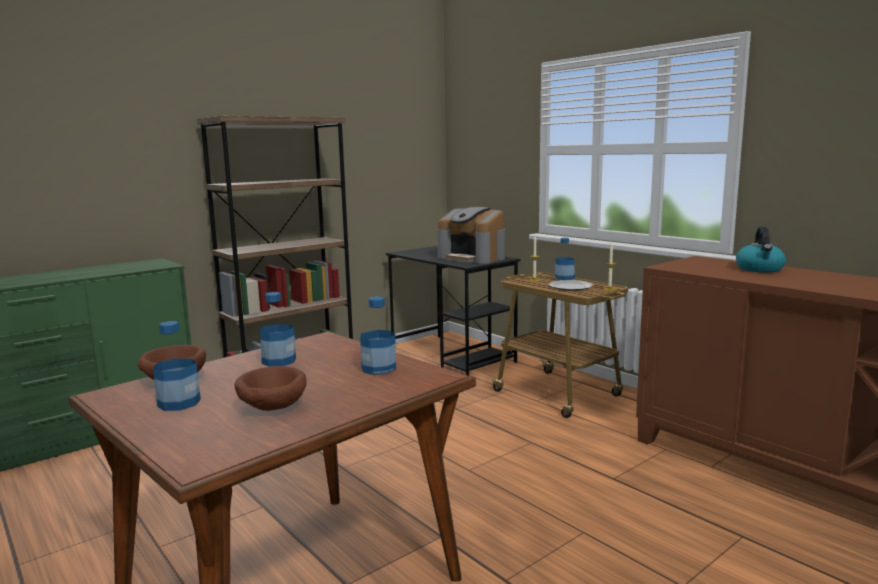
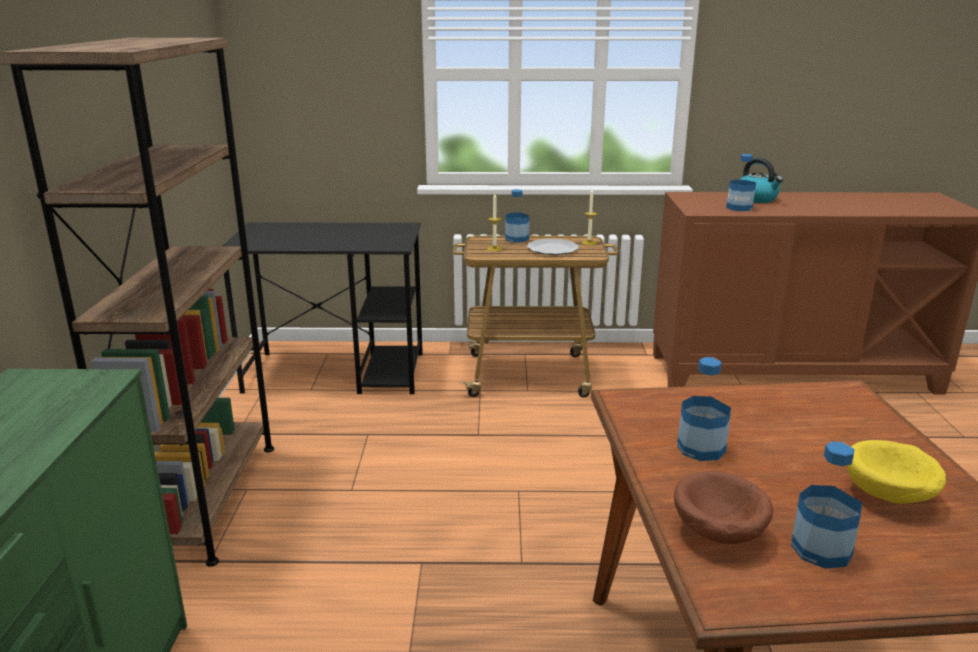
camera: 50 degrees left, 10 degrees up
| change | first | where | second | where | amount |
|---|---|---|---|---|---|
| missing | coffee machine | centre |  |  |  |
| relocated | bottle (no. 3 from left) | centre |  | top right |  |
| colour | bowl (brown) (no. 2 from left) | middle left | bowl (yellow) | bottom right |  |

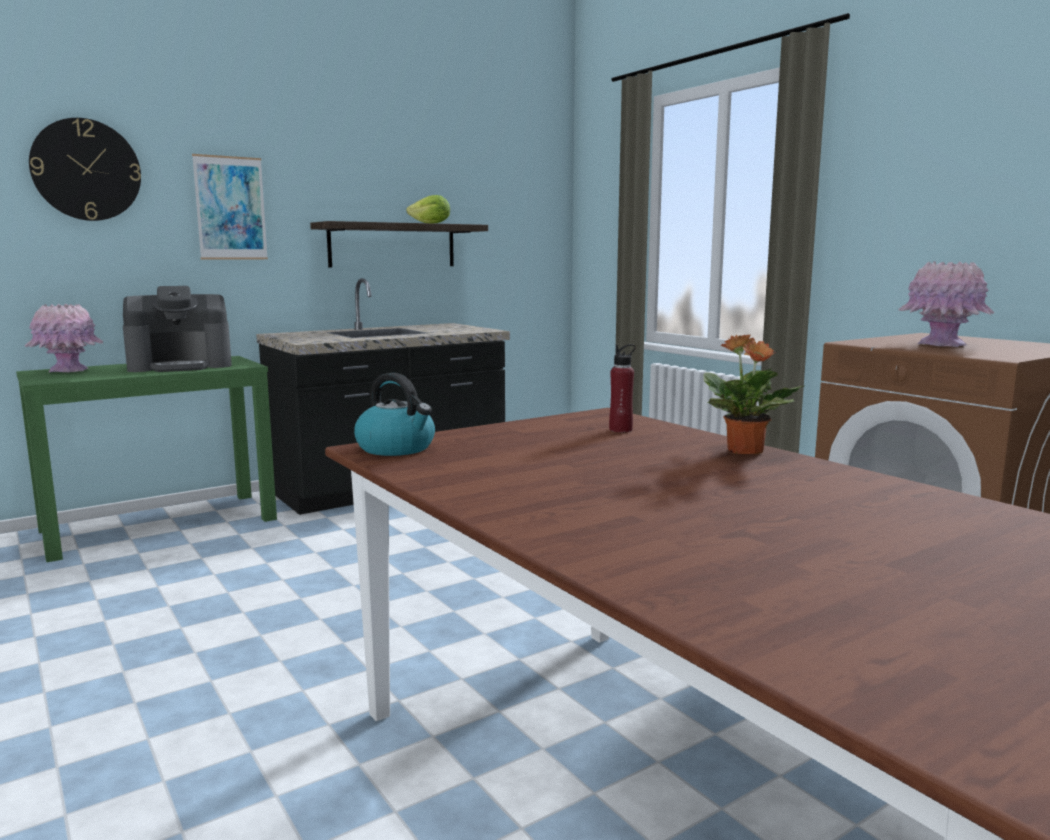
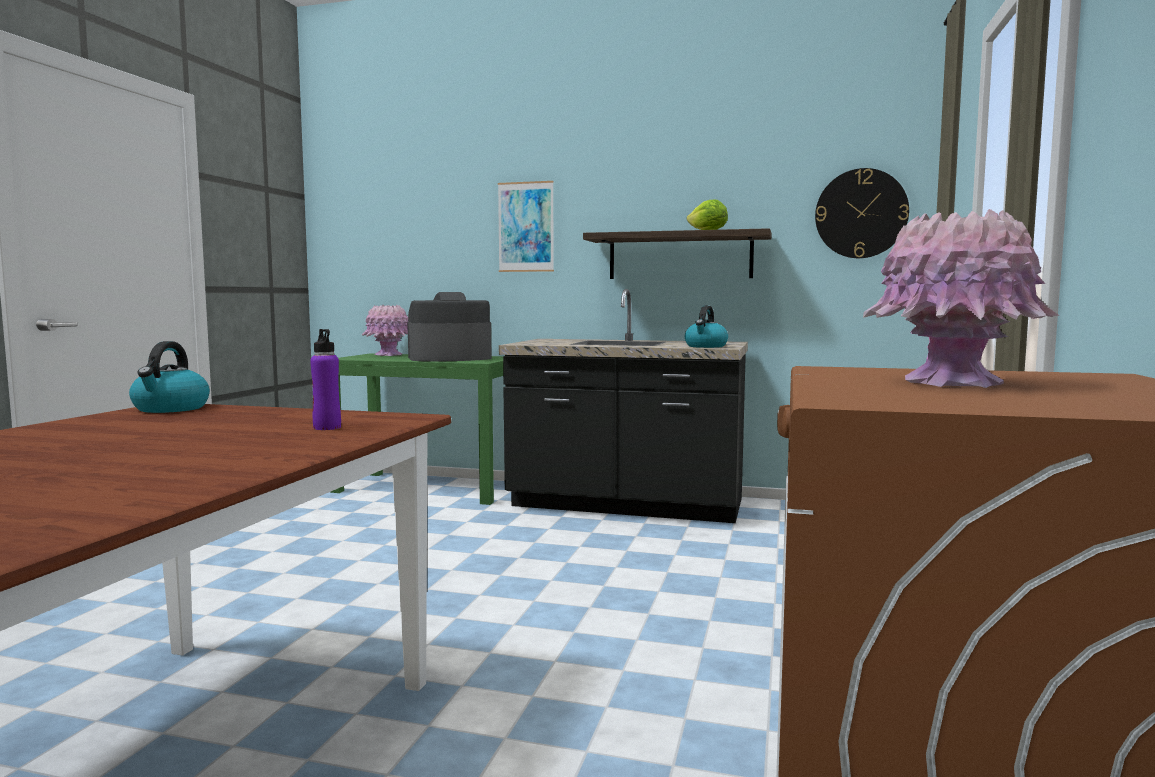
camera: 50 degrees right, 5 degrees down
| change | first | where | second | where | amount |
|---|---|---|---|---|---|
| relocated | wall clock | top left |  | top right |  |
| spun | coffee machine | middle left |  | centre | 135 degrees clockwise |
| missing | potted plant | middle right |  |  |  |
| colour | bottle (red) | centre | bottle (purple) | middle left |  |
| appeared |  |  | kettle (no. 2 from left) | centre |  |

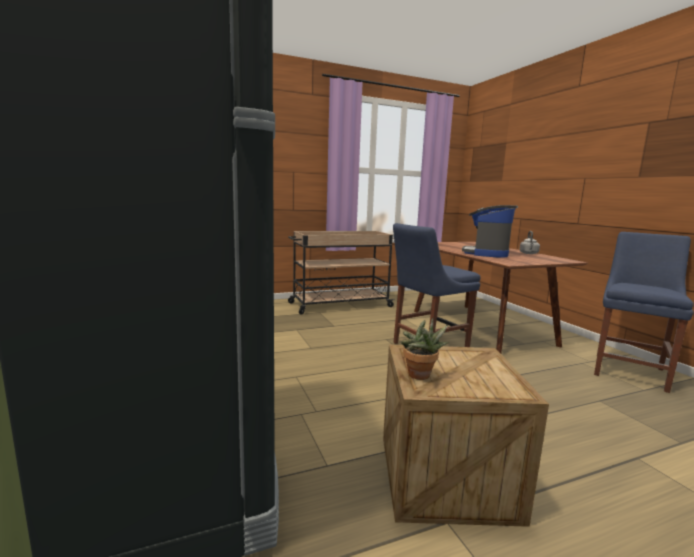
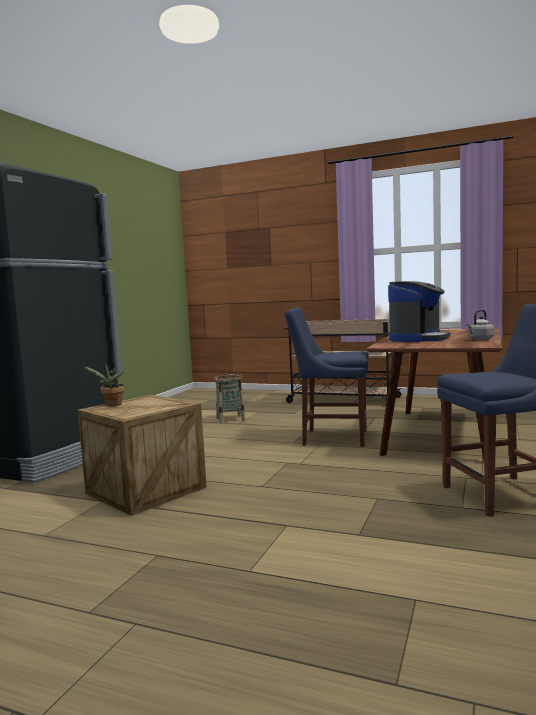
camera: 45 degrees right, 5 degrees down
| change | first | where | second | where | amount |
|---|---|---|---|---|---|
| spun | coffee machine | middle right |  | middle right | 150 degrees clockwise |
| appeared |  |  | basket | centre |  |

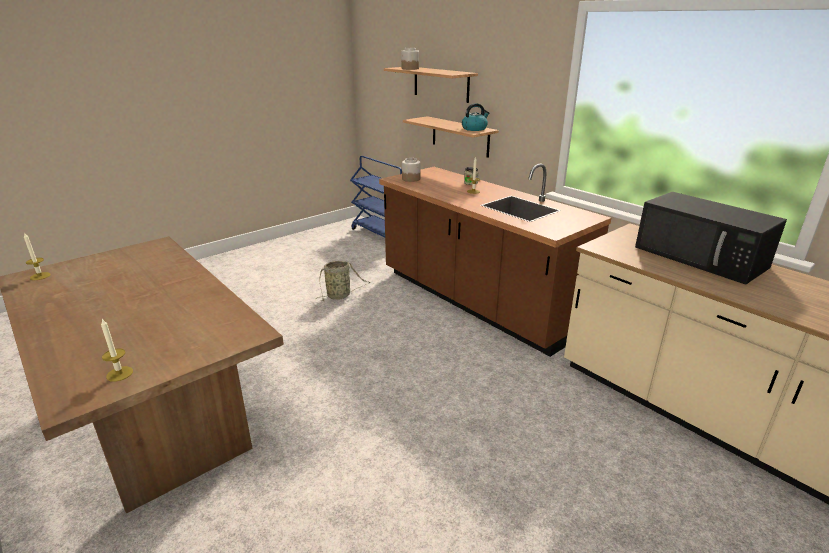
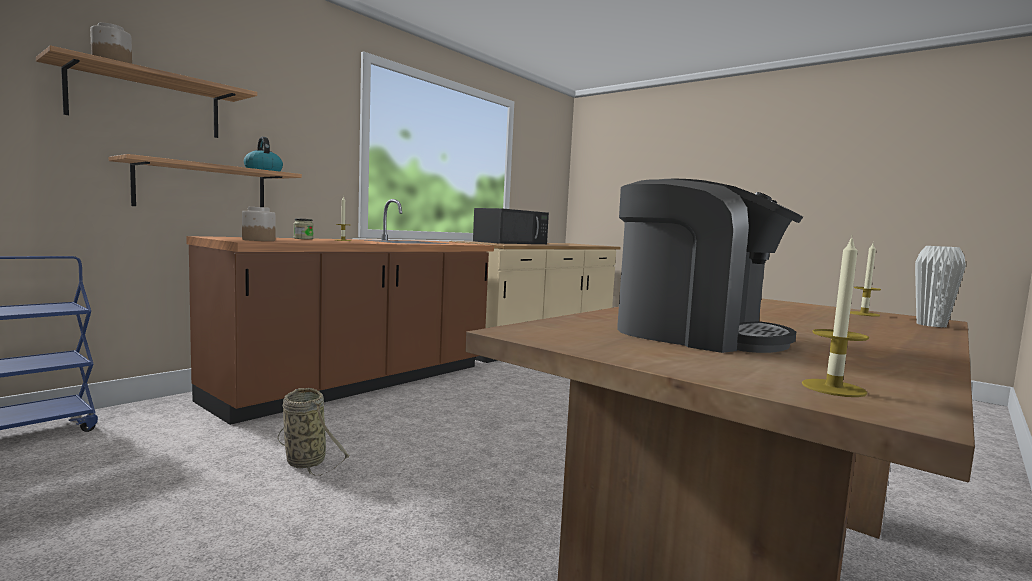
camera: 100 degrees left, 20 degrees down
| change | first | where | second | where | amount |
|---|---|---|---|---|---|
| appeared |  |  | coffee machine | middle right |  |
| appeared |  |  | vase (white) | middle right |  |

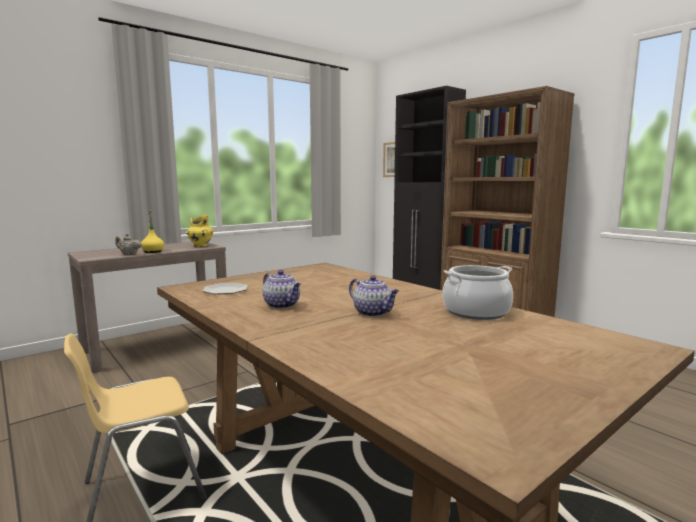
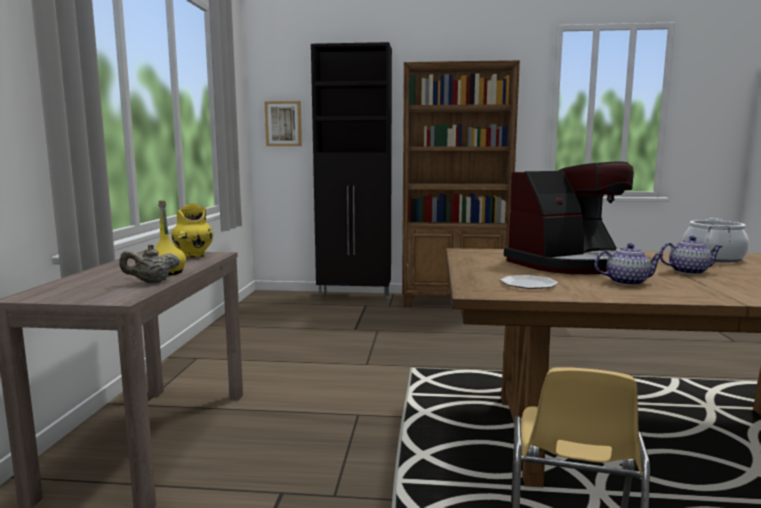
camera: 45 degrees left, 0 degrees up
| change | first | where | second | where | amount |
|---|---|---|---|---|---|
| appeared |  |  | coffee machine | middle right |  |

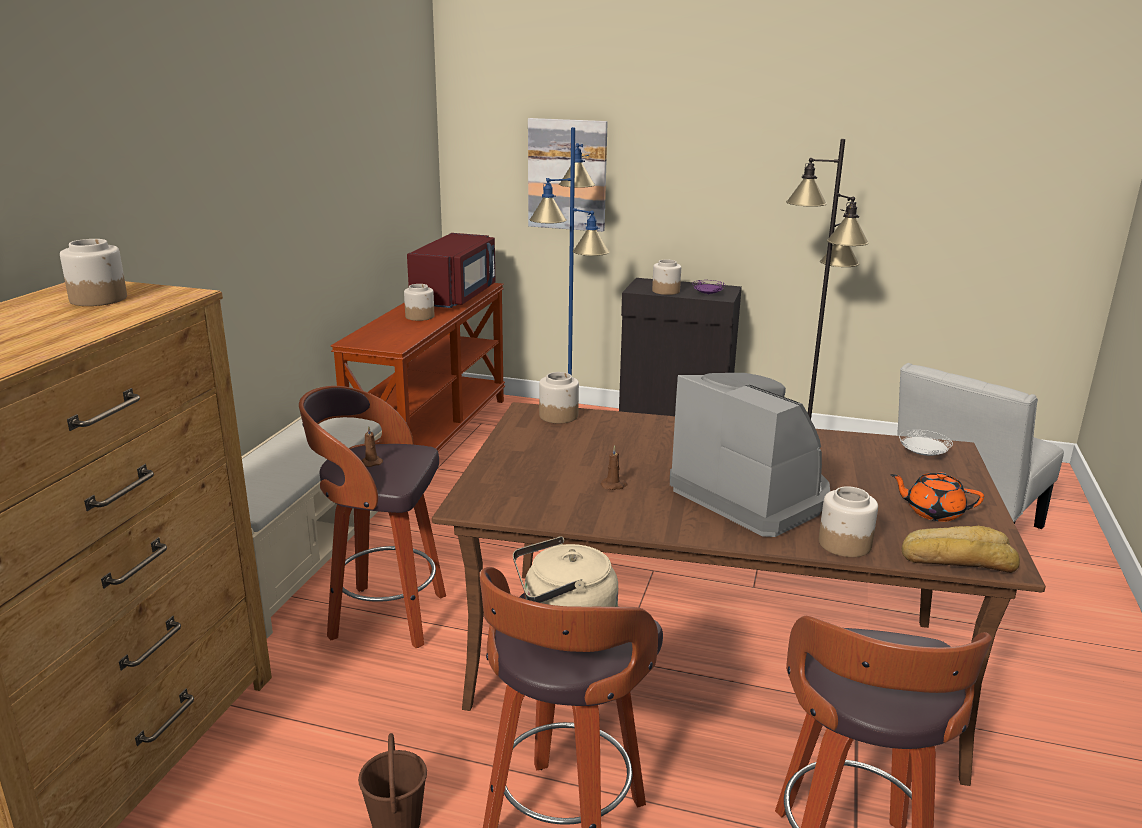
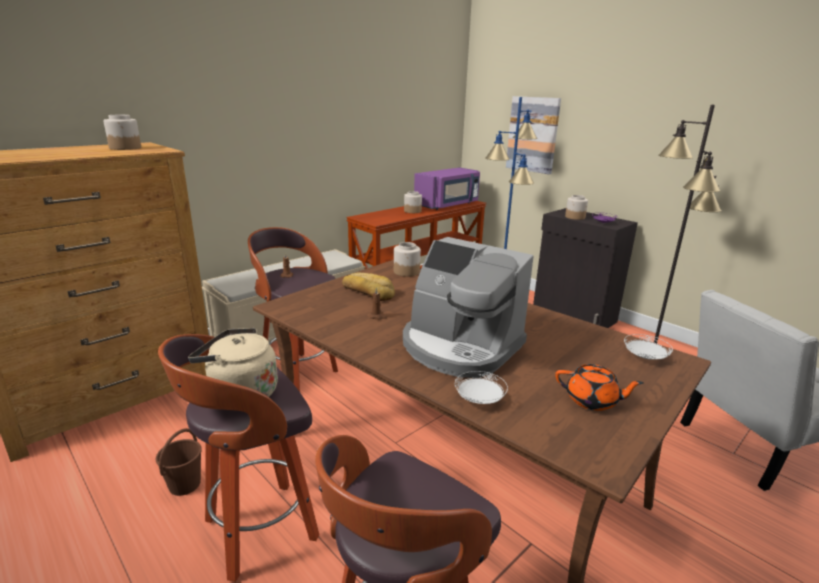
camera: 30 degrees right, 0 degrees up
| change | first | where | second | where | amount |
|---|---|---|---|---|---|
| colour | microwave (red) | top centre | microwave (purple) | top centre |  |
| spun | coffee machine | centre |  | centre | 135 degrees clockwise |
| spun | teapot (orange) | middle right |  | middle right | 150 degrees clockwise |
| exchanged | jar (no. 5 from left) | middle right | plate (white) (no. 1 from left) | centre |  |
| relocated | bread | middle right |  | centre |  |

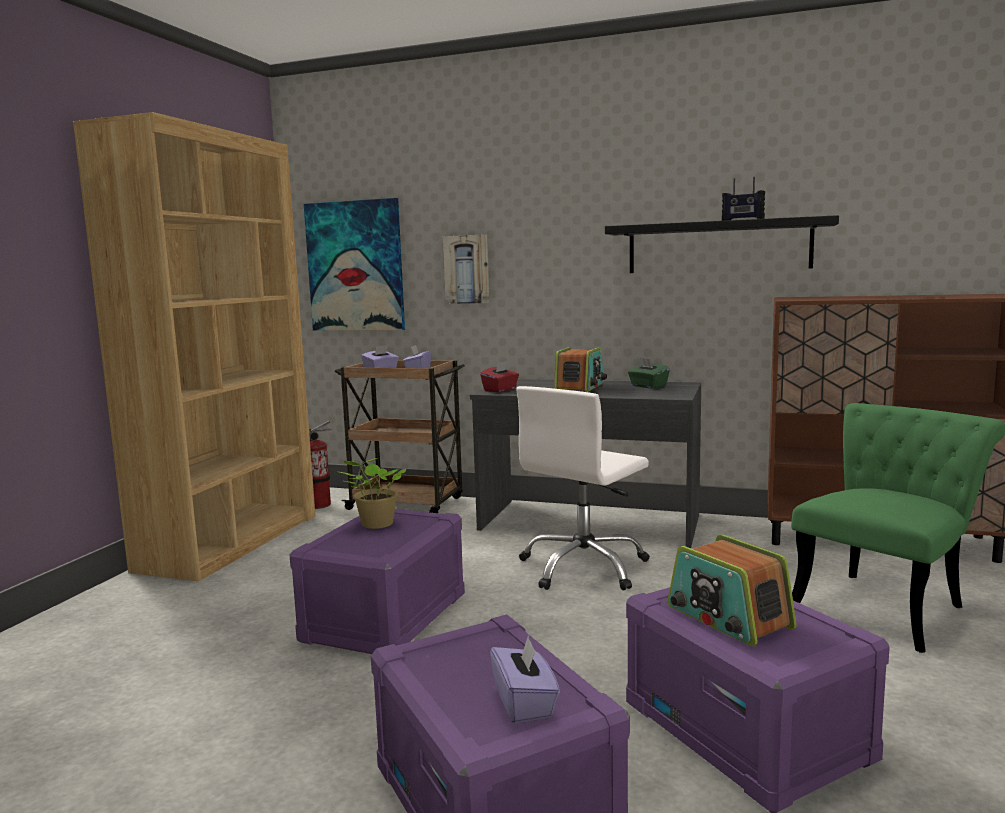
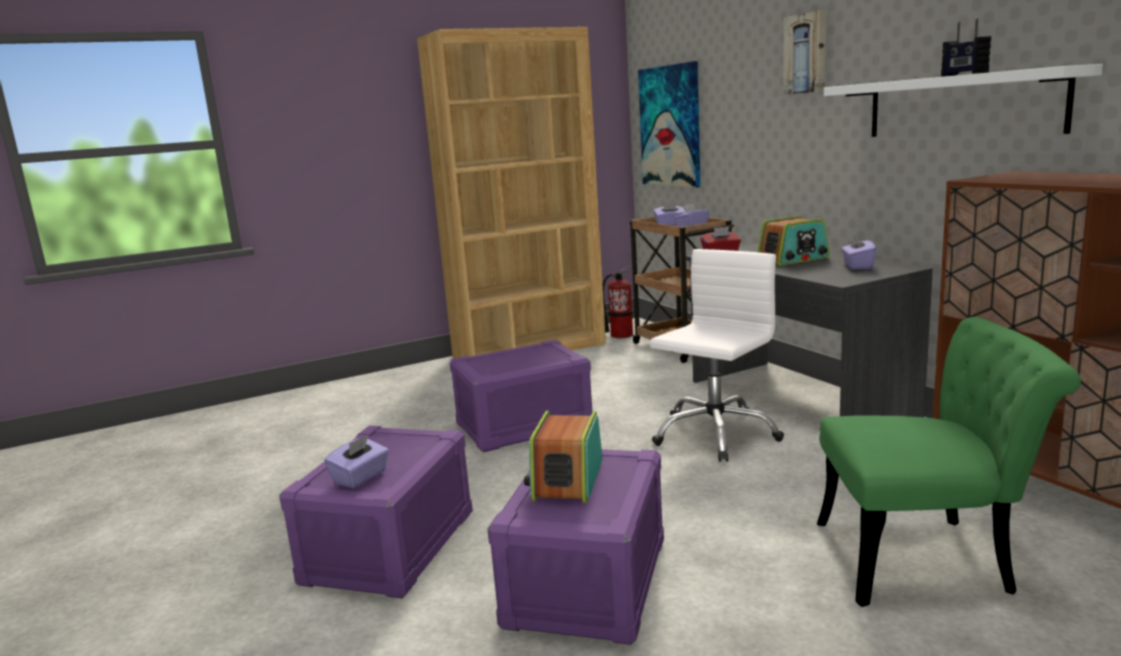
camera: 45 degrees right, 5 degrees up
| change | first | where | second | where | amount |
|---|---|---|---|---|---|
| colour | shelf (black) | top right | shelf (white) | top right |  |
| relocated | picture (no. 2 from left) | top centre |  | top right |  |
| colour | tissue box (green) | centre | tissue box (purple) (no. 4 from left) | middle right |  |
| spun | office chair (white) | centre |  | centre | 135 degrees clockwise |
| missing | potted plant | centre |  |  |  |

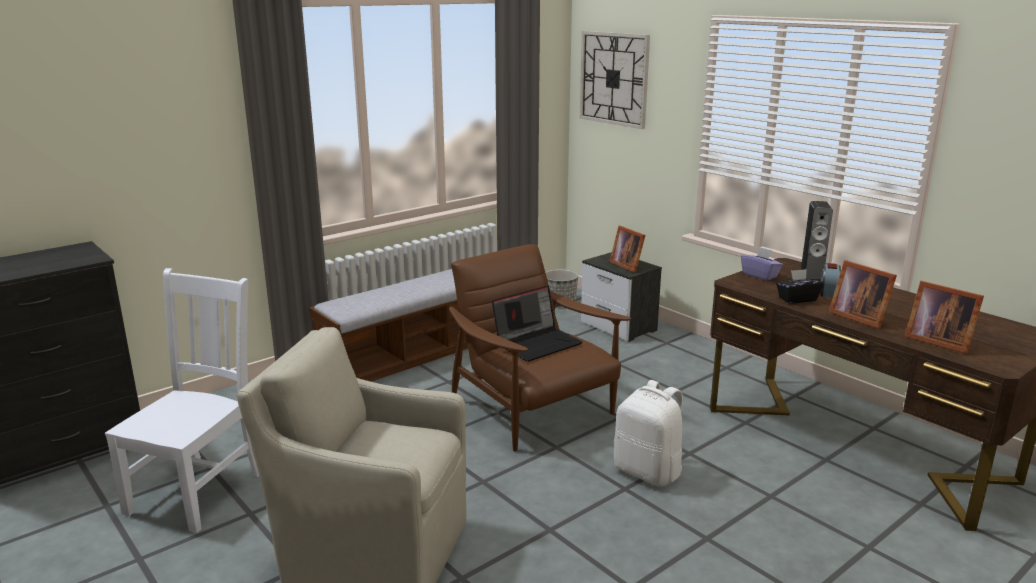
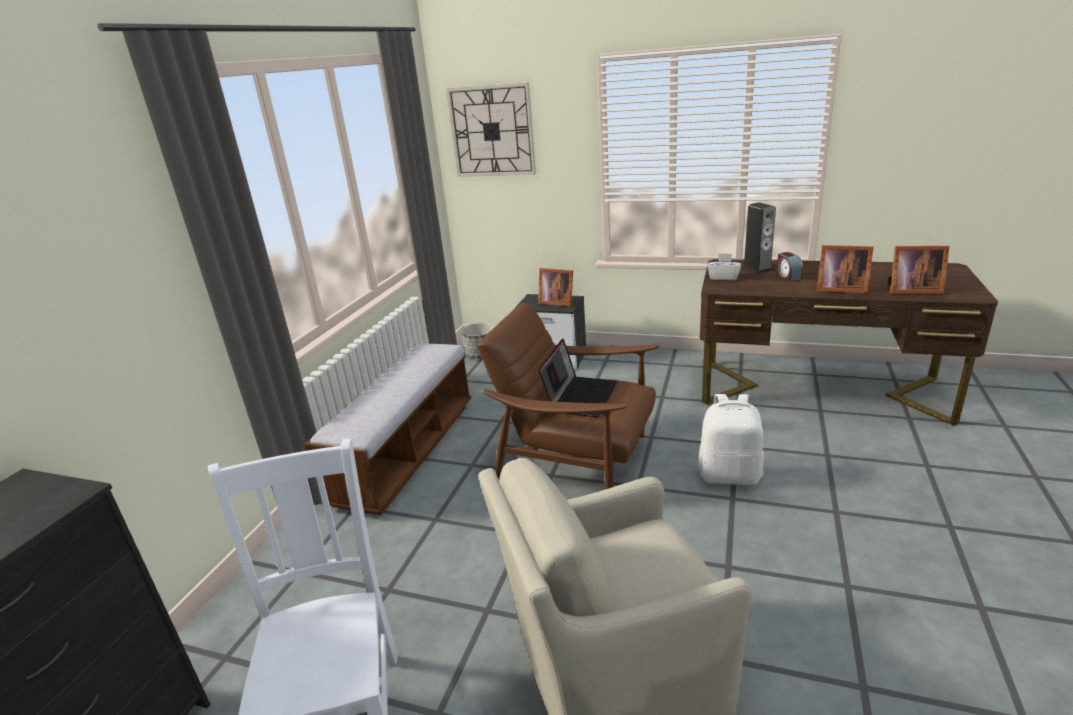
camera: 30 degrees left, 5 degrees up
| change | first | where | second | where | amount |
|---|---|---|---|---|---|
| colour | tissue box (purple) | middle right | tissue box (white) | middle right |  |
| missing | tissue box (black) | middle right |  |  |  |

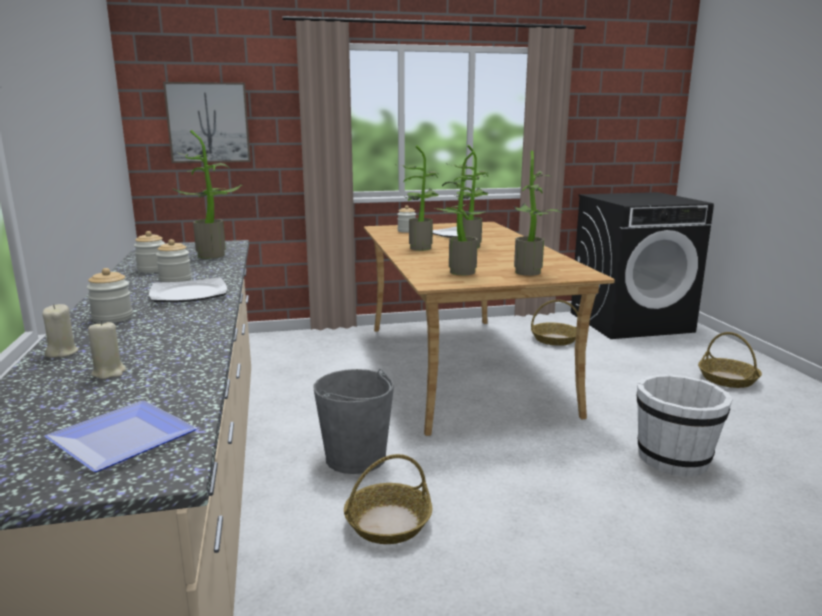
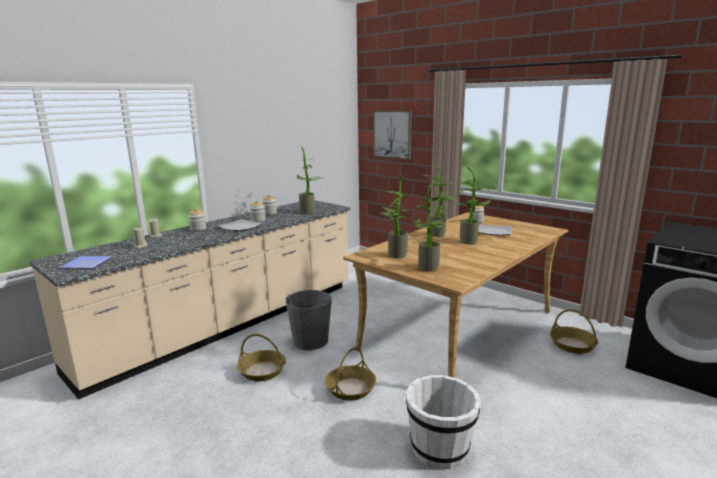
camera: 55 degrees right, 0 degrees up
| change | first | where | second | where | amount |
|---|---|---|---|---|---|
| relocated | basket (no. 3 from left in the first image) | middle right | basket (no. 2 from left) | bottom centre |  |

